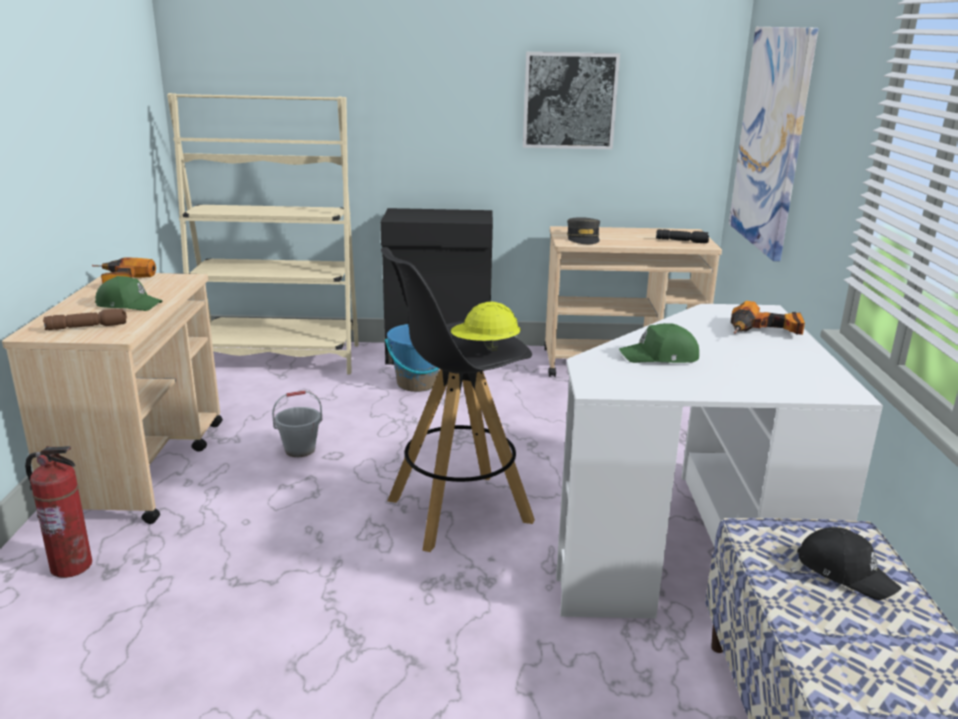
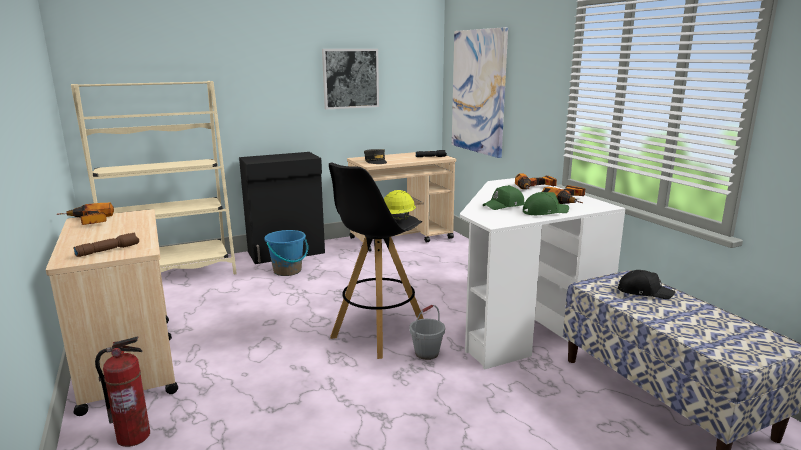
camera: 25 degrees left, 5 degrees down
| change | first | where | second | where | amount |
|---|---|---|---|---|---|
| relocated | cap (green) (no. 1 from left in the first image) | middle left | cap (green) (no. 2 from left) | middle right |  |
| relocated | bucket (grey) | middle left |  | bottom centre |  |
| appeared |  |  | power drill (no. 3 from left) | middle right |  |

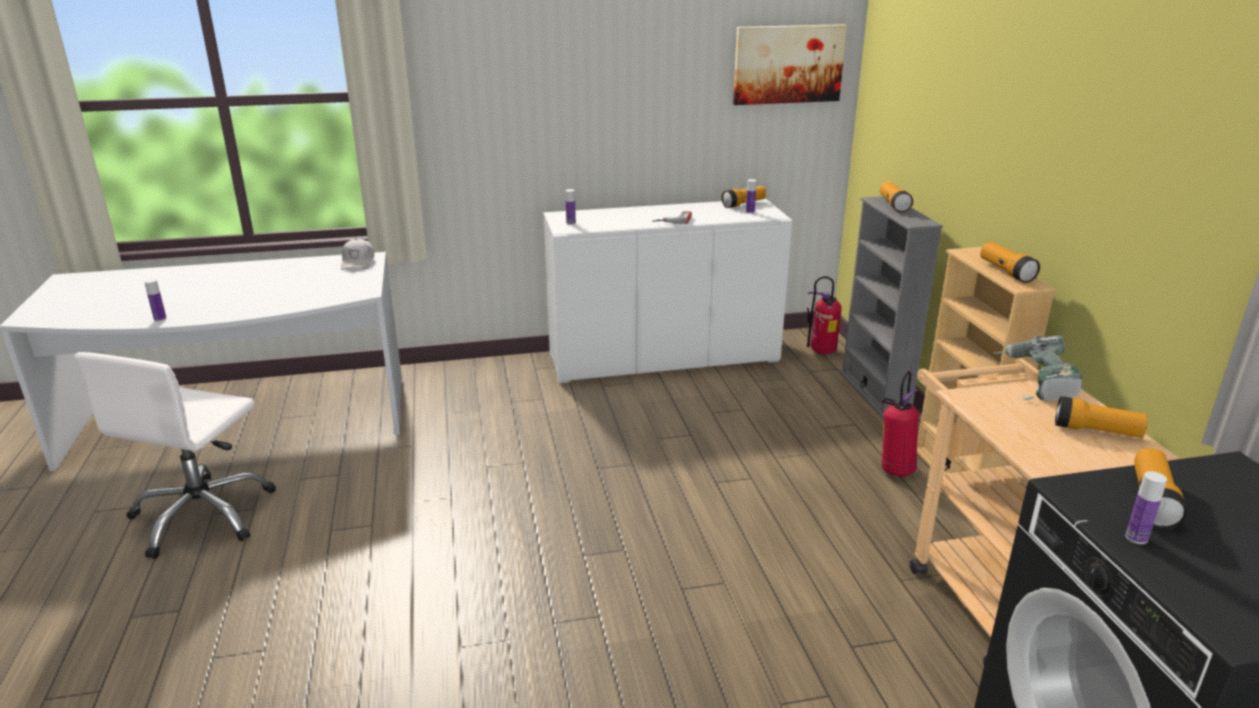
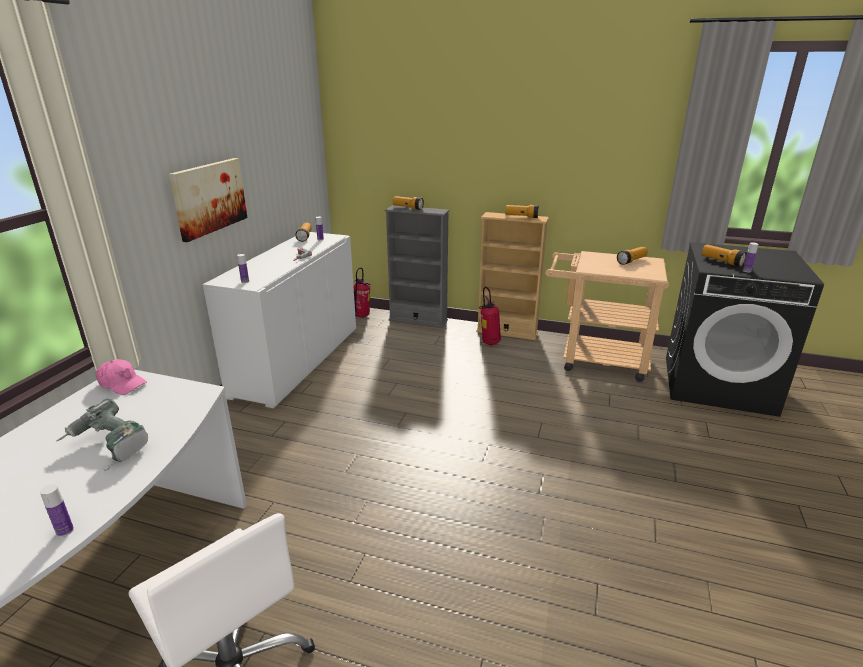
camera: 60 degrees left, 0 degrees up
| change | first | where | second | where | amount |
|---|---|---|---|---|---|
| relocated | picture | top centre |  | top left |  |
| colour | cap (white) | middle left | cap (pink) | middle left |  |
| relocated | power drill (no. 2 from left in the first image) | middle right | power drill (no. 1 from left) | middle left |  |

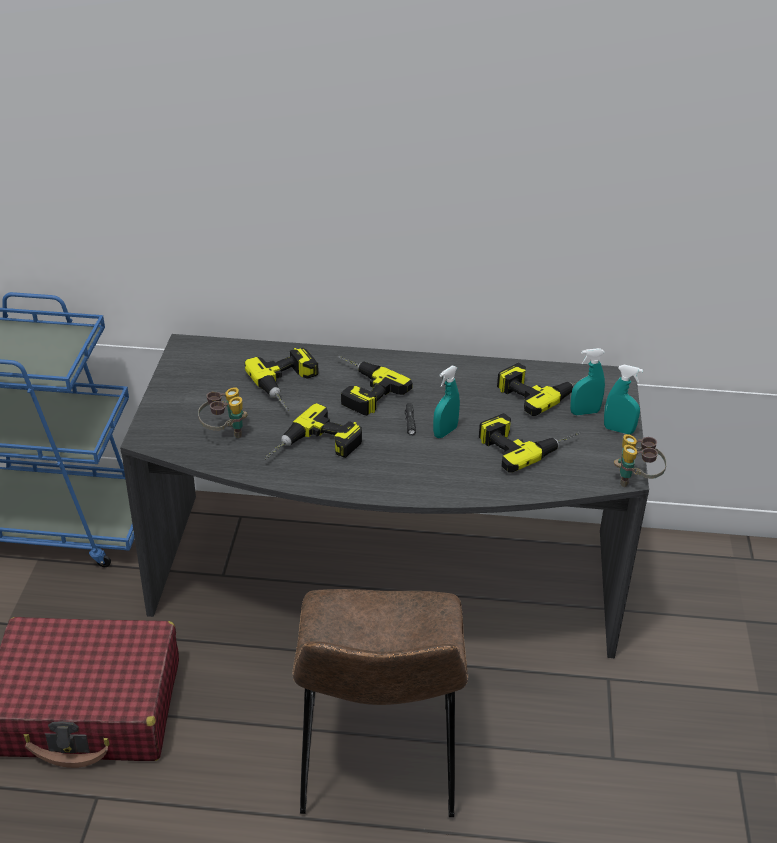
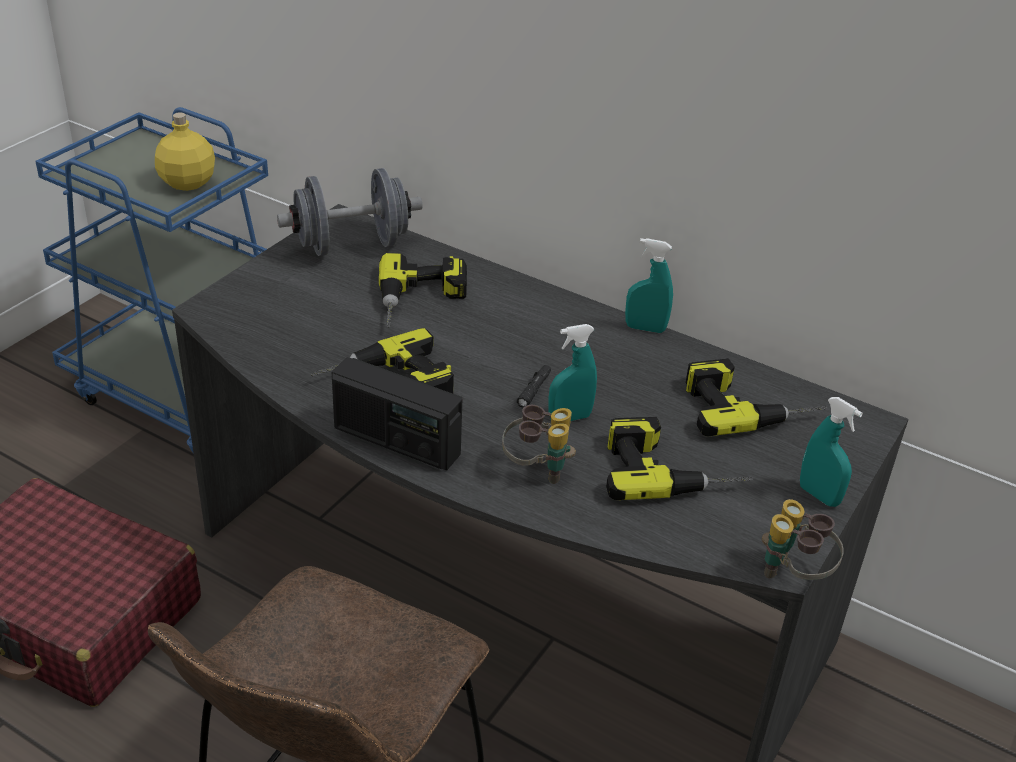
camera: 25 degrees right, 0 degrees up
| change | first | where | second | where | amount |
|---|---|---|---|---|---|
| relocated | spray bottle (turquoise) (no. 2 from left) | middle right |  | centre |  |
| missing | power drill (no. 3 from left) | centre |  |  |  |
| relocated | binoculars (no. 1 from left) | middle left |  | centre |  |
| appeared |  |  | bottle (yellow) | top left |  |
| appeared |  |  | dumbbell (grey) | top centre |  |
| appeared |  |  | radio | centre |  |

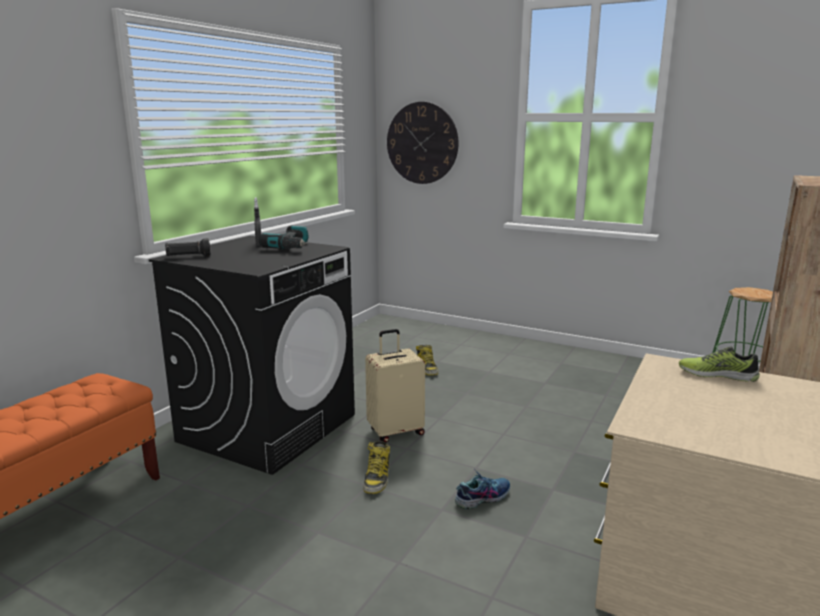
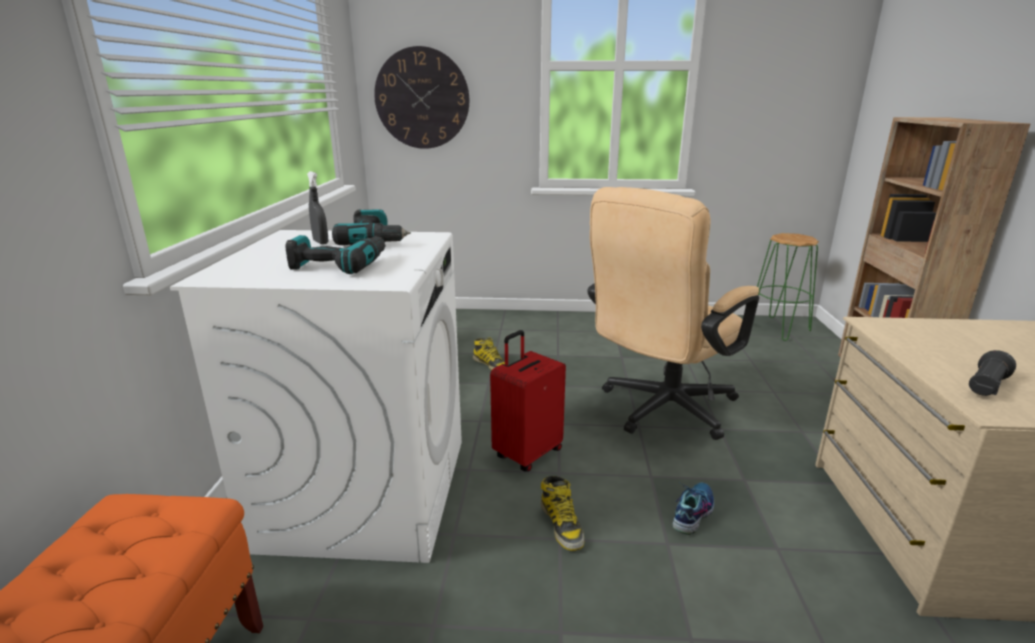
camera: 25 degrees left, 5 degrees up
| change | first | where | second | where | amount |
|---|---|---|---|---|---|
| colour | washing machine (black) | middle left | washing machine (white) | middle left |  |
| relocated | flashlight (black) | middle left |  | middle right |  |
| colour | suitcase (beige) | centre | suitcase (red) | centre |  |
| missing | shoe (no. 2 from left) | middle right |  |  |  |
| appeared |  |  | office chair (beige) | centre |  |
| appeared |  |  | power drill (no. 1 from left) | middle left |  |

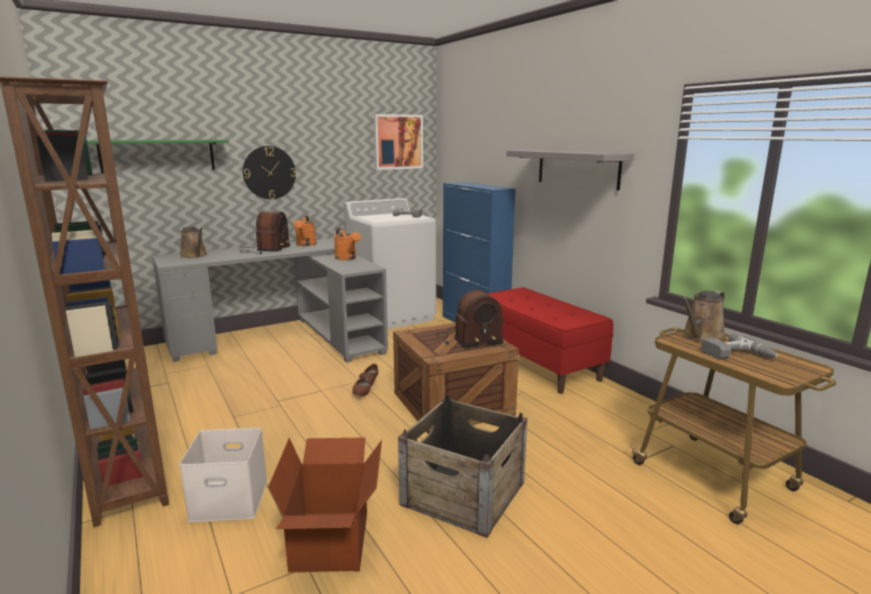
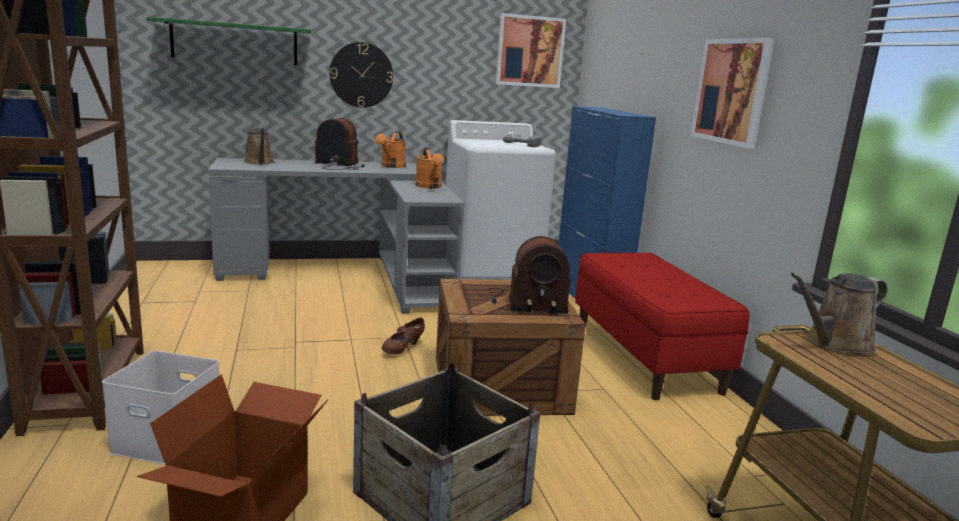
camera: 15 degrees right, 0 degrees up
| change | first | where | second | where | amount |
|---|---|---|---|---|---|
| exchanged | shelf (grey) | top centre | picture (no. 2 from left) | top right |  |
| spun | radio (no. 1 from left) | middle left |  | top centre | 105 degrees counterclockwise |
| missing | power drill (no. 2 from left) | middle right |  |  |  |

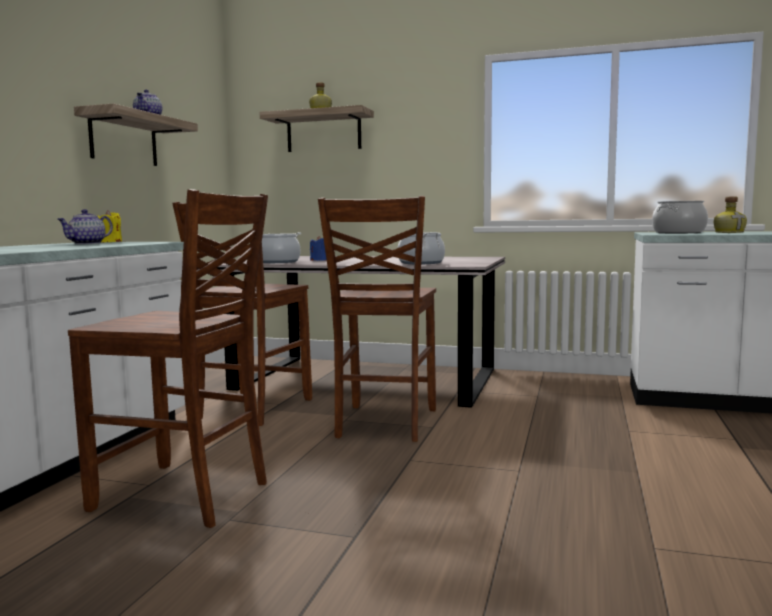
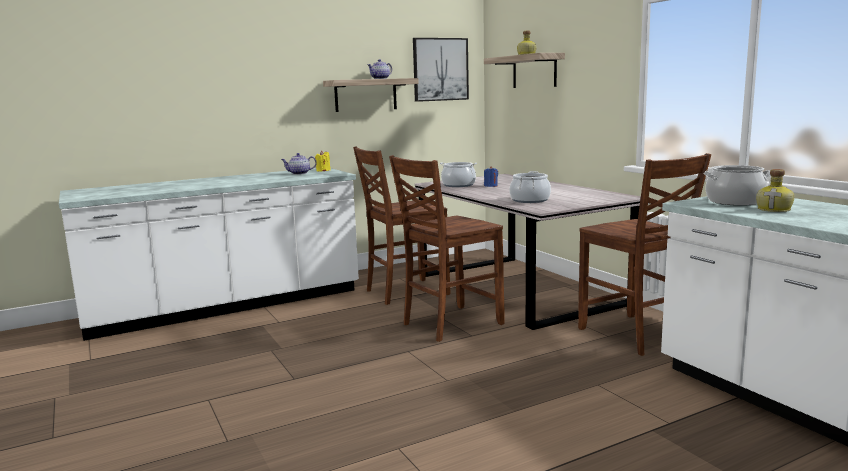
camera: 45 degrees right, 5 degrees up
| change | first | where | second | where | amount |
|---|---|---|---|---|---|
| relocated | chair (brown) (no. 1 from left in the first image) | middle left | chair (brown) (no. 3 from left) | middle right |  |
| appeared |  |  | picture | top centre |  |

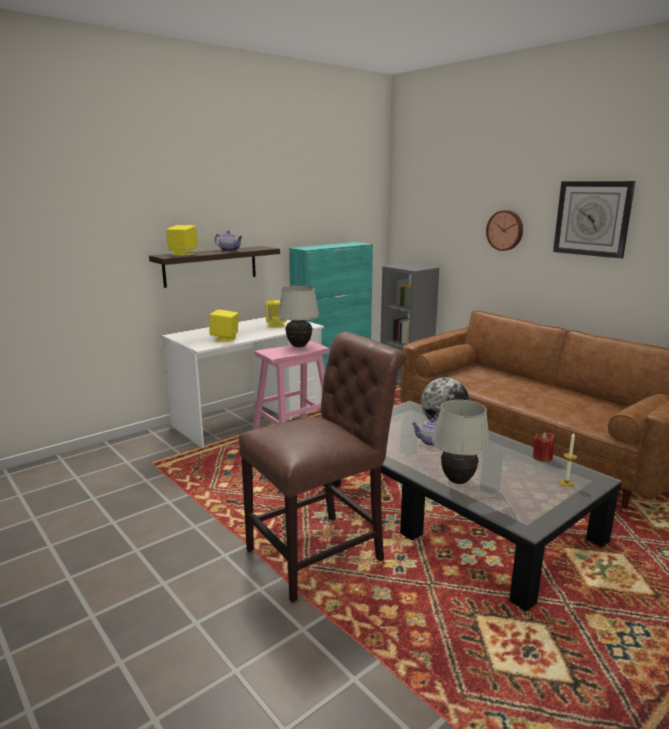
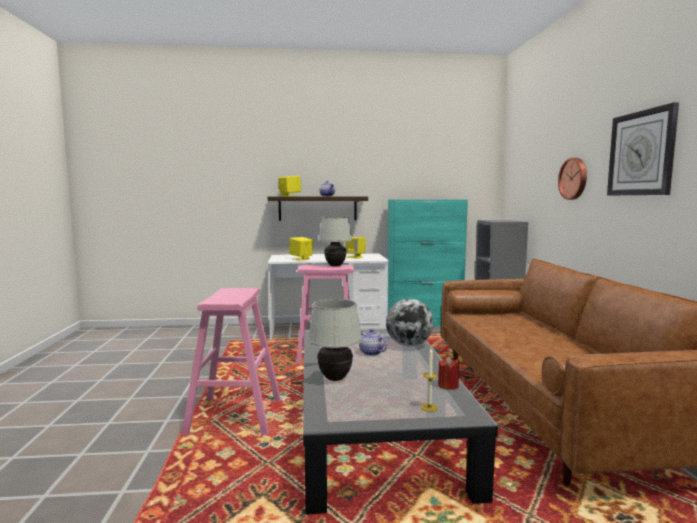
camera: 35 degrees right, 10 degrees down
| change | first | where | second | where | amount |
|---|---|---|---|---|---|
| exchanged | chair (brown) | centre | stool (pink) (no. 1 from left) | bottom left |  |

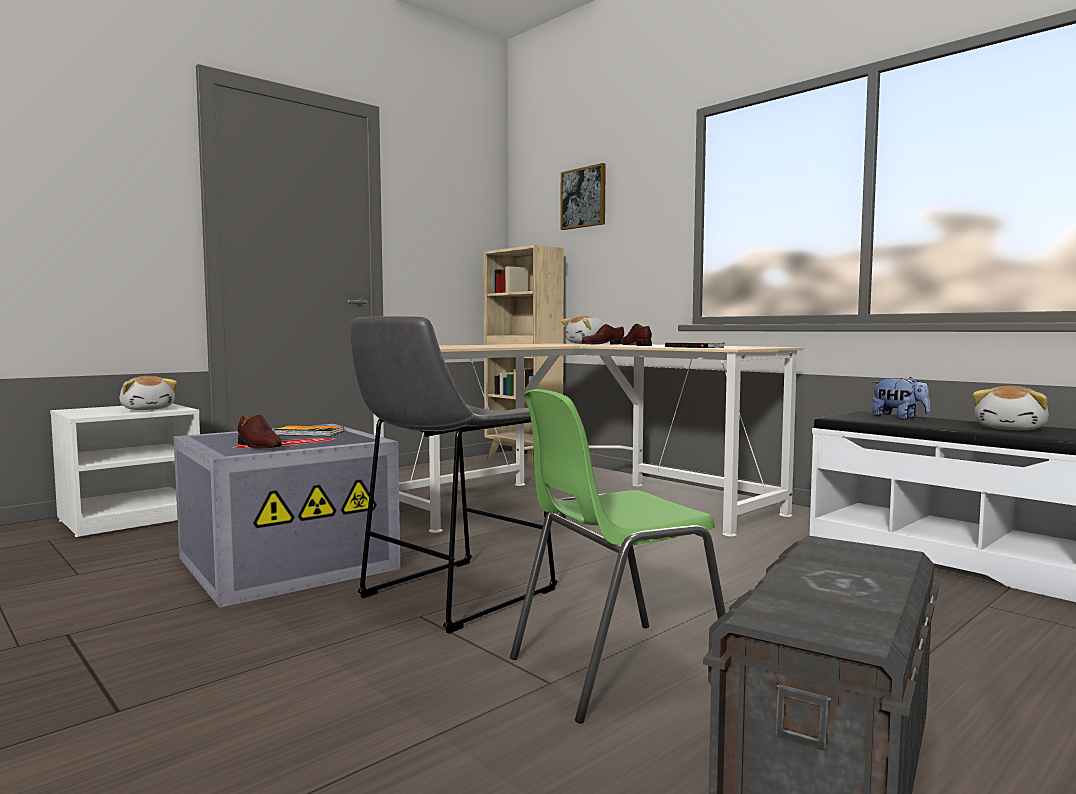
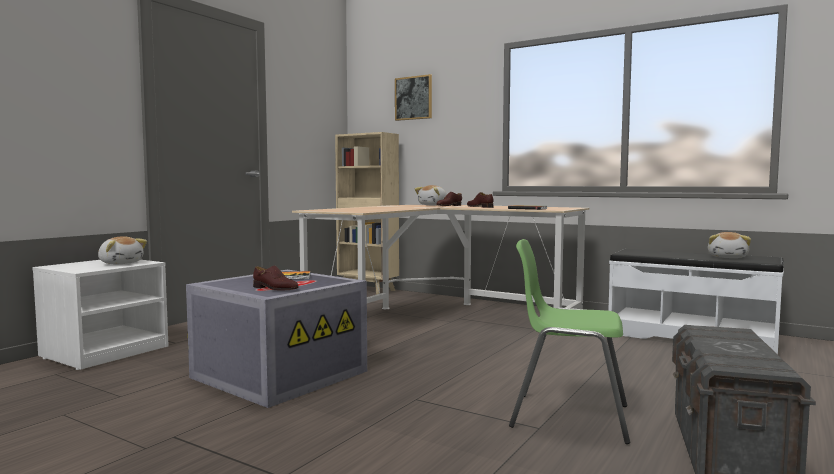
camera: 15 degrees left, 0 degrees up
| change | first | where | second | where | amount |
|---|---|---|---|---|---|
| missing | stool (grey) | centre |  |  |  |
| missing | plush toy (no. 3 from left) | middle right |  |  |  |
| spun | chair (green) | bottom centre |  | bottom right | 60 degrees clockwise |

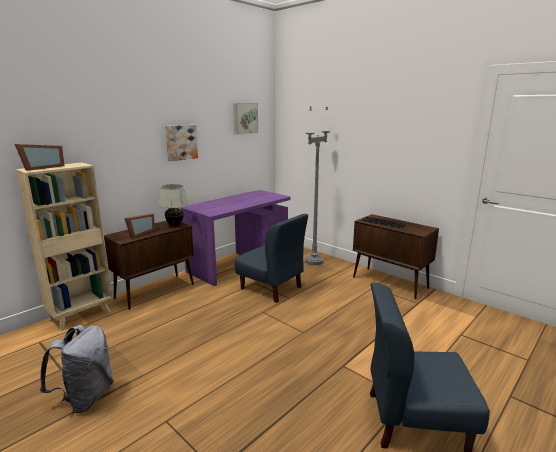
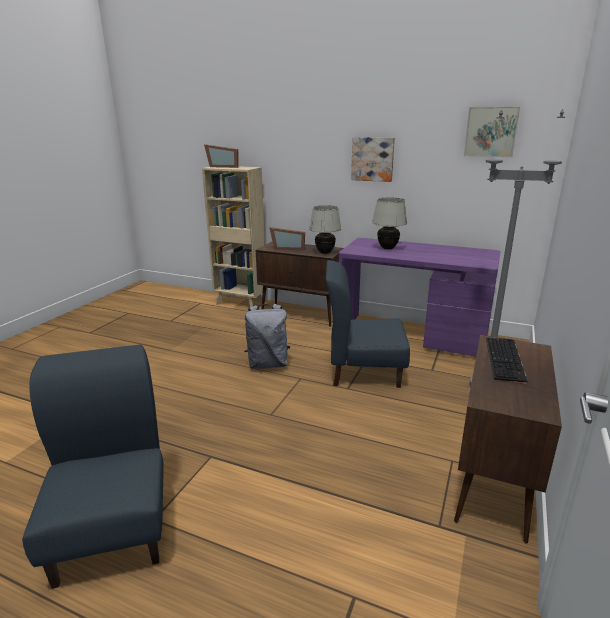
camera: 70 degrees right, 5 degrees up
| change | first | where | second | where | amount |
|---|---|---|---|---|---|
| spun | chair (blue) (no. 1 from left in the first image) | centre | chair (blue) (no. 2 from left) | centre | 75 degrees clockwise |
| relocated | backpack (grey) | bottom left |  | centre |  |
| appeared |  |  | table lamp (white) (no. 2 from left) | centre |  |

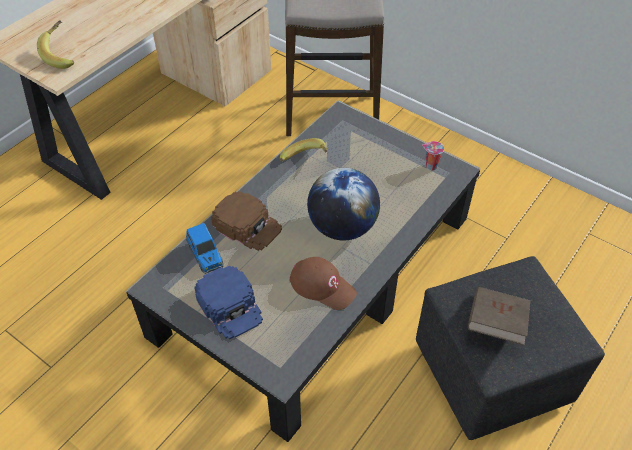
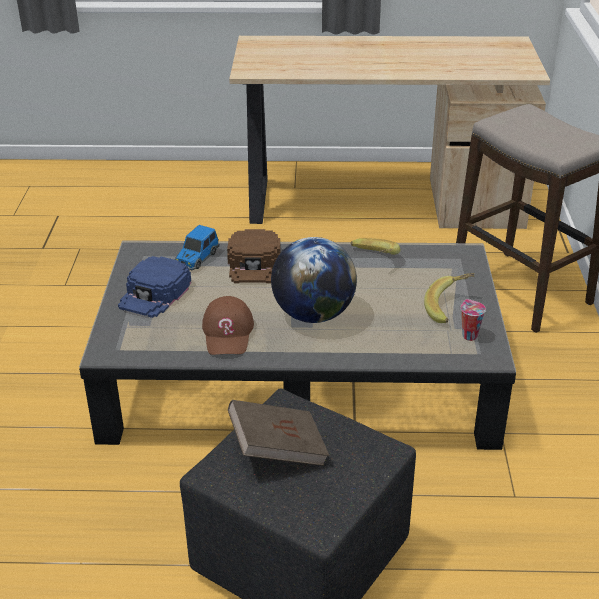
camera: 55 degrees right, 15 degrees down
| change | first | where | second | where | amount |
|---|---|---|---|---|---|
| relocated | banana (no. 1 from left in the first image) | top left | banana (no. 2 from left) | middle right |  |

